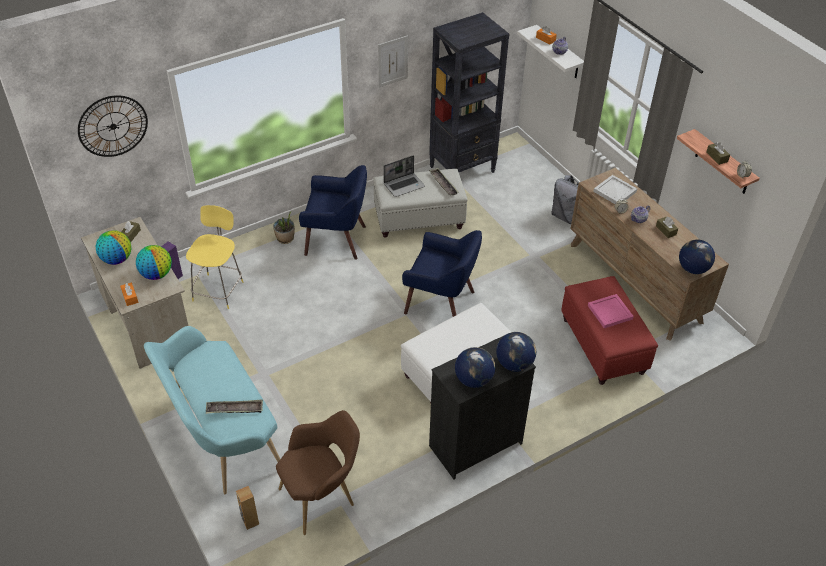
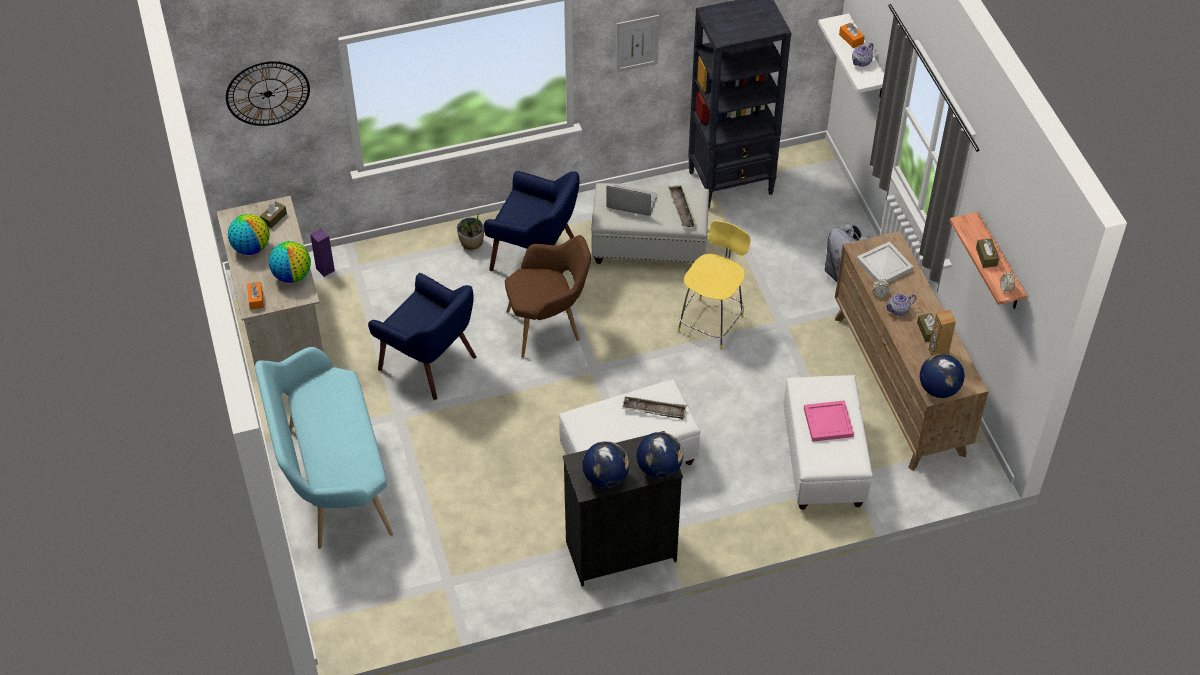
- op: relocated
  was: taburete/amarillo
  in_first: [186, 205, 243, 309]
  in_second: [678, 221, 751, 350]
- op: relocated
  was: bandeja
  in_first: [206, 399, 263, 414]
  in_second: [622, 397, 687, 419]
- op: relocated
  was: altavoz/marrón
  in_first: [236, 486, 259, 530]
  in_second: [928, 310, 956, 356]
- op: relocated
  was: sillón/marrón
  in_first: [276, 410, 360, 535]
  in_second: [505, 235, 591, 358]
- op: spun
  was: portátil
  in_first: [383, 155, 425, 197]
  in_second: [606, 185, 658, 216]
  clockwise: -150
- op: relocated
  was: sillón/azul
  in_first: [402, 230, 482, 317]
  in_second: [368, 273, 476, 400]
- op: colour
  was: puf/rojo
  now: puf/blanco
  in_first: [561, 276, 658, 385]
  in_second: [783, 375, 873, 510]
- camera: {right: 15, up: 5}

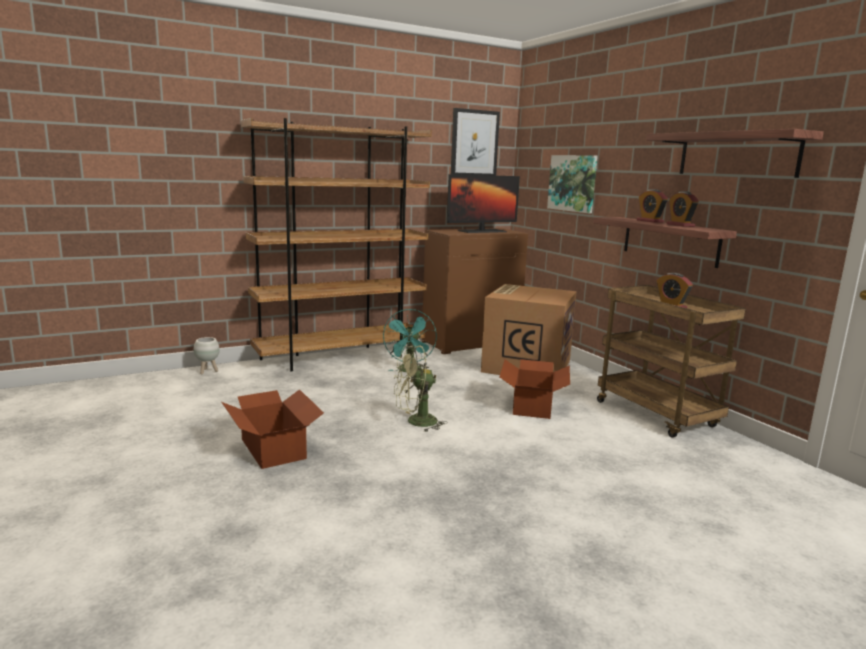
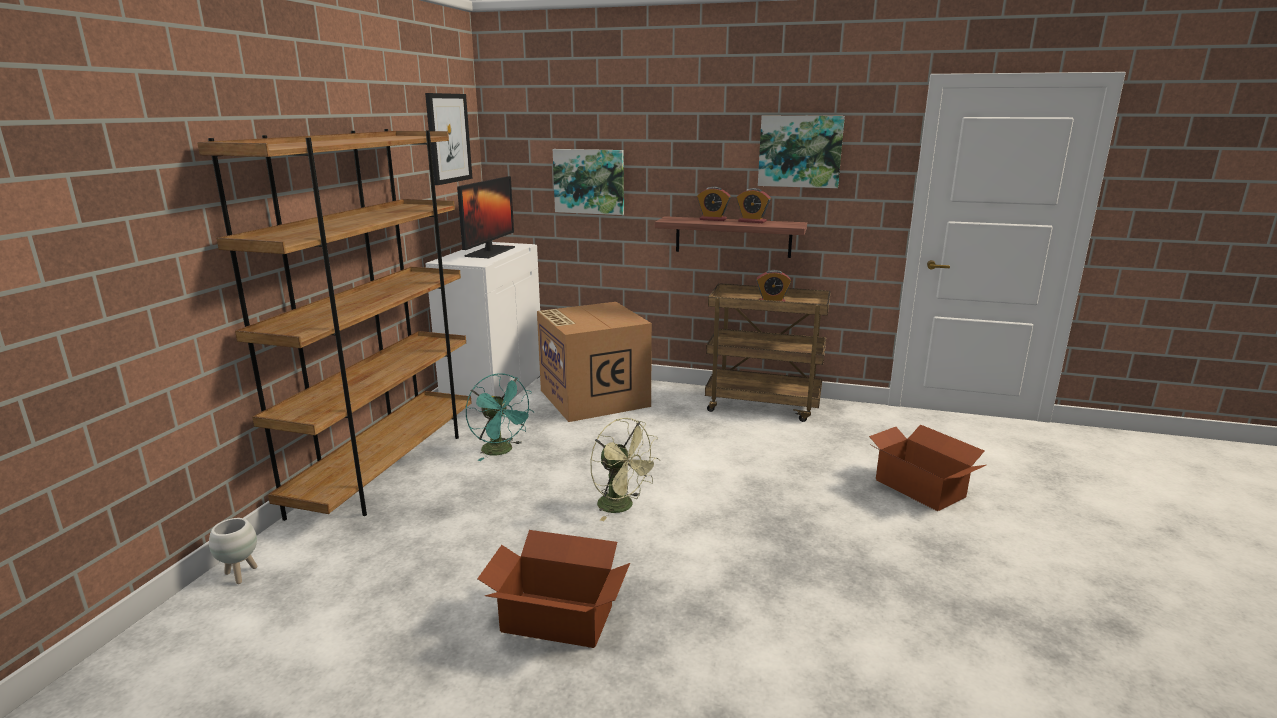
- op: spun
  was: ventilador/verde
  in_first: [394, 345, 448, 432]
  in_second: [590, 418, 660, 521]
  clockwise: -75
- op: colour
  was: armario/marrón
  now: armario/blanco
  in_first: [422, 228, 528, 354]
  in_second: [425, 242, 540, 411]
- op: relocated
  was: caja de cartón
  in_first: [499, 359, 570, 419]
  in_second: [869, 424, 986, 511]
- op: exchanged
  was: estante
  now: cuadro
  in_first: [646, 129, 824, 178]
  in_second: [758, 116, 845, 188]
- camera: {right: -45, up: 5}

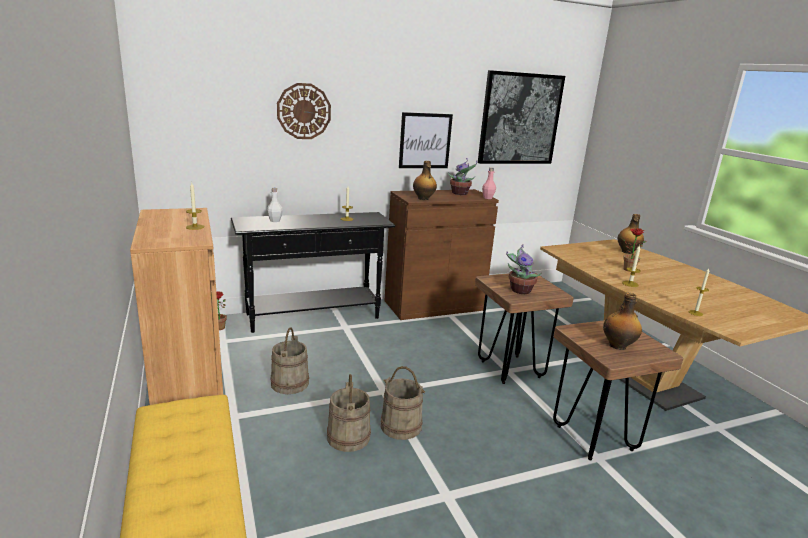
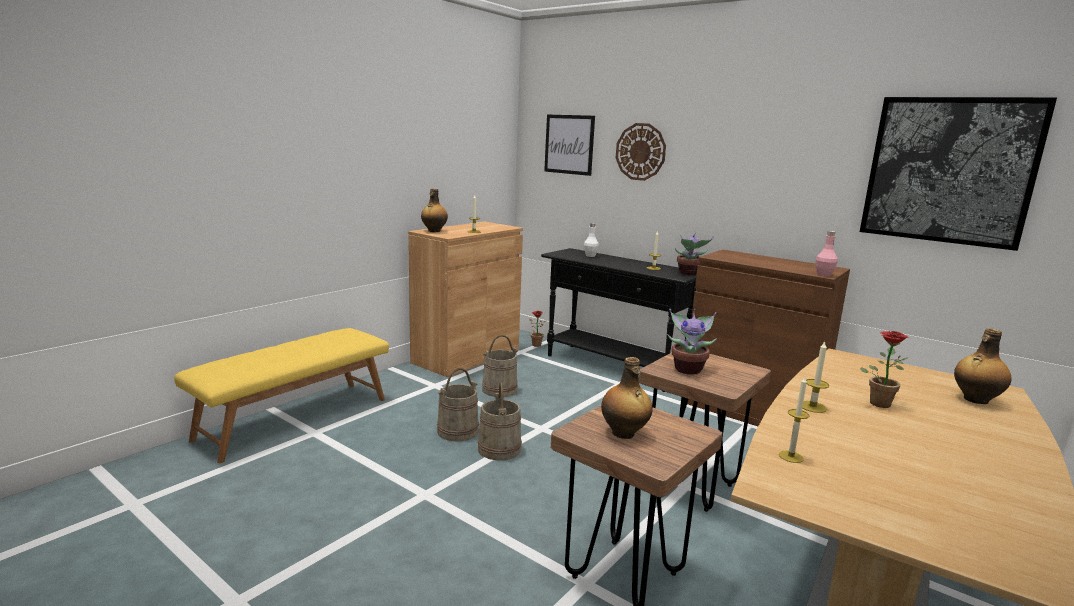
- op: relocated
  was: cuadro
  in_first: [399, 112, 453, 168]
  in_second: [544, 115, 595, 176]
- op: relocated
  was: botella
  in_first: [413, 161, 437, 200]
  in_second: [421, 189, 448, 232]
- op: relocated
  was: planta en maceta
  in_first: [448, 158, 477, 195]
  in_second: [675, 231, 713, 275]
- camera: {right: 60, up: -5}

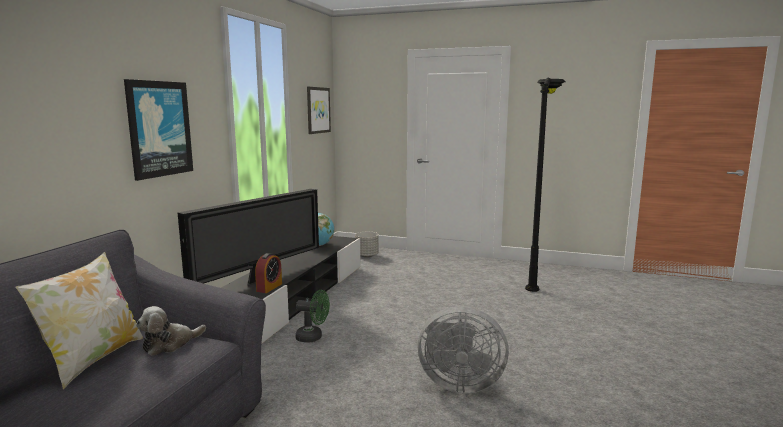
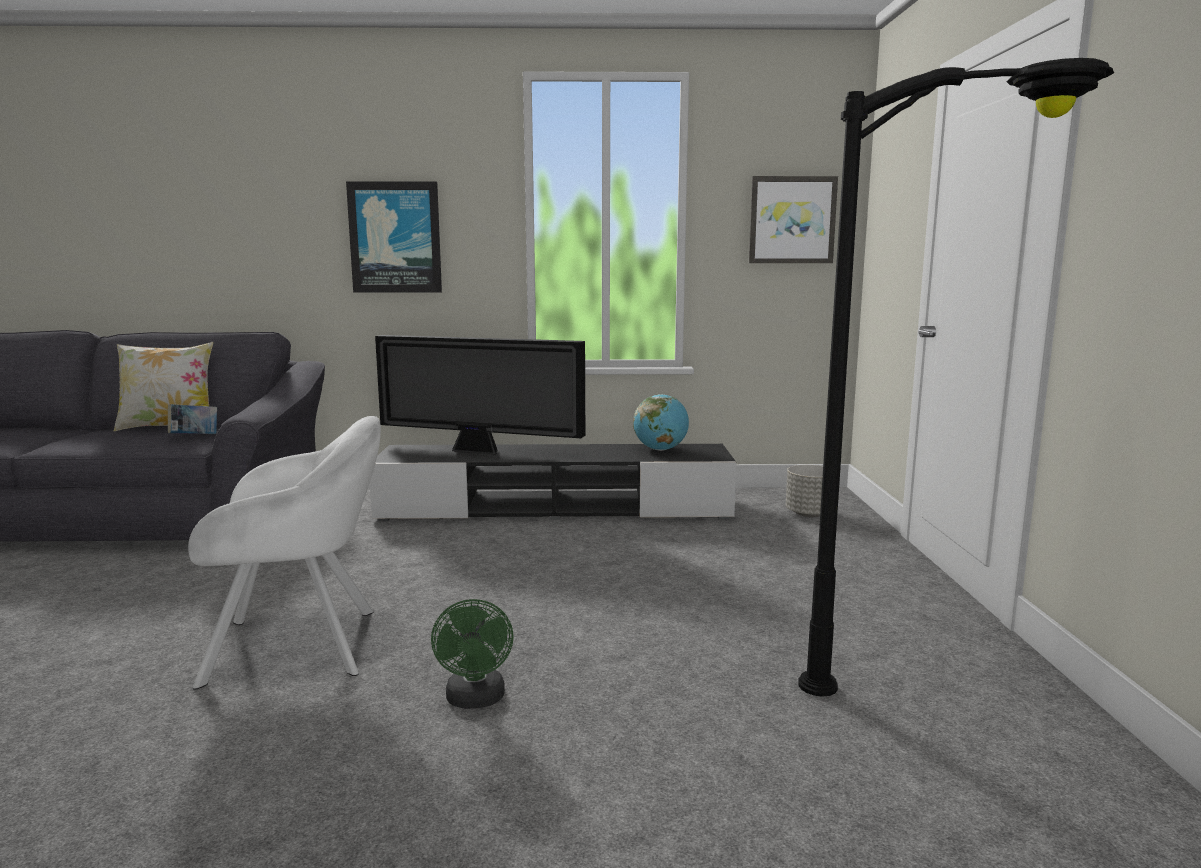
- op: exchanged
  was: peluche
  now: libro
  in_first: [136, 306, 206, 356]
  in_second: [168, 404, 217, 434]
- op: missing
  was: despertador
  in_first: [255, 253, 282, 293]
- op: relocated
  was: ventilador/verde
  in_first: [295, 290, 330, 342]
  in_second: [431, 599, 514, 709]
- op: exchanged
  was: ventilador/gris
  now: sillón/blanco
  in_first: [418, 306, 509, 393]
  in_second: [188, 416, 381, 690]
- camera: {right: 70, up: 0}

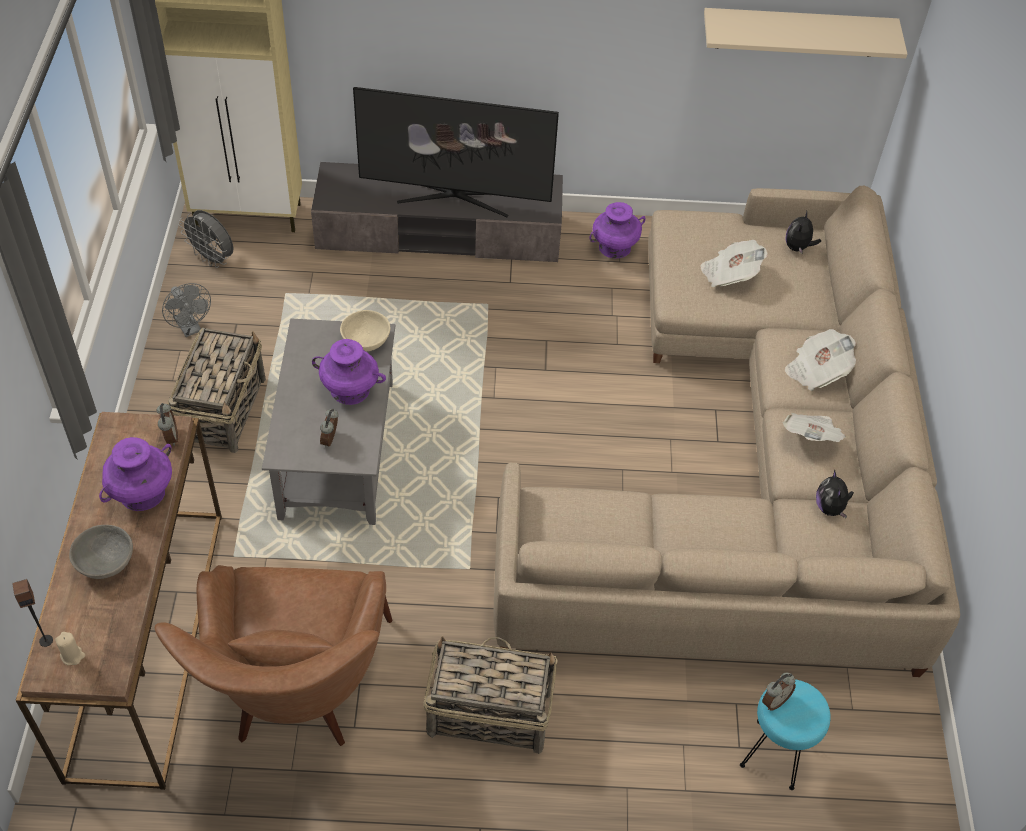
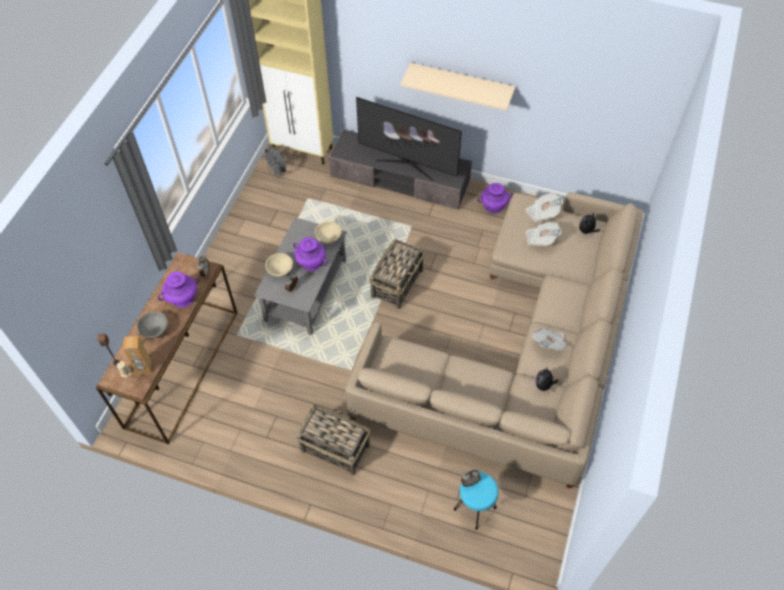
- op: missing
  was: sillón/marrón
  in_first: [154, 565, 392, 746]
- op: missing
  was: ventilador/gris
  in_first: [162, 283, 211, 337]
- op: relocated
  was: cesta
  in_first: [167, 328, 266, 453]
  in_second: [369, 239, 424, 309]
- op: relocated
  was: estante/beis
  in_first: [704, 8, 907, 59]
  in_second: [400, 63, 515, 111]
- op: relocated
  was: periódico
  in_first: [785, 329, 856, 391]
  in_second: [525, 193, 563, 223]
- op: appeared
  now: altavoz/marrón
  in_second: [123, 336, 152, 374]
- op: appeared
  now: cuenco/beis
  in_second: [265, 253, 293, 277]
- camera: {right: 20, up: 5}

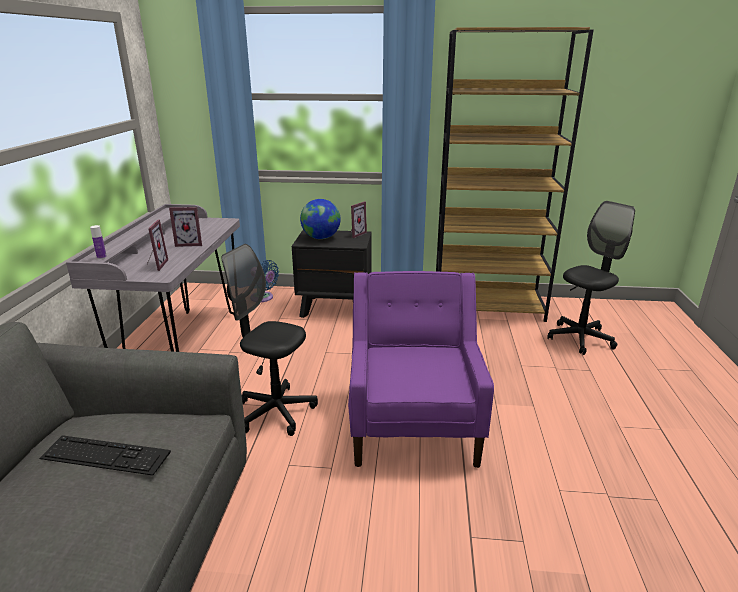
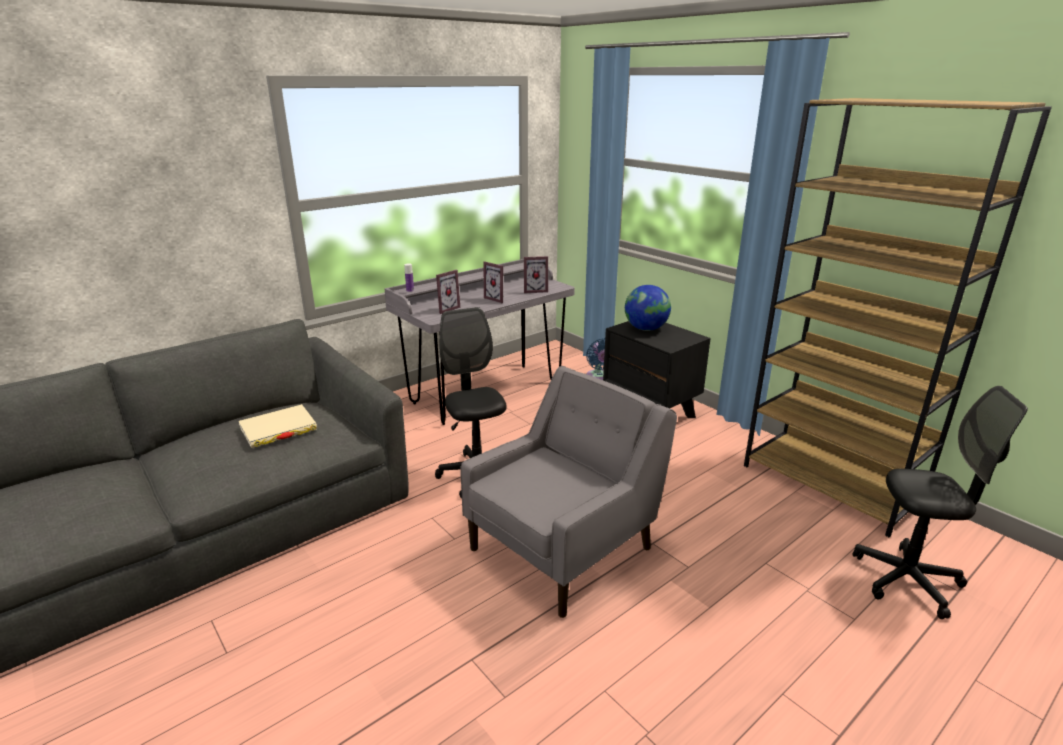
- op: exchanged
  was: teclado
  now: libro/beis
  in_first: [39, 435, 171, 475]
  in_second: [239, 404, 317, 448]
- op: colour
  was: sillón/morado
  now: sillón/gris
  in_first: [348, 271, 494, 468]
  in_second: [460, 366, 677, 618]
- op: relocated
  was: portarretratos
  in_first: [350, 201, 367, 238]
  in_second: [524, 256, 548, 293]
- camera: {right: 45, up: 0}

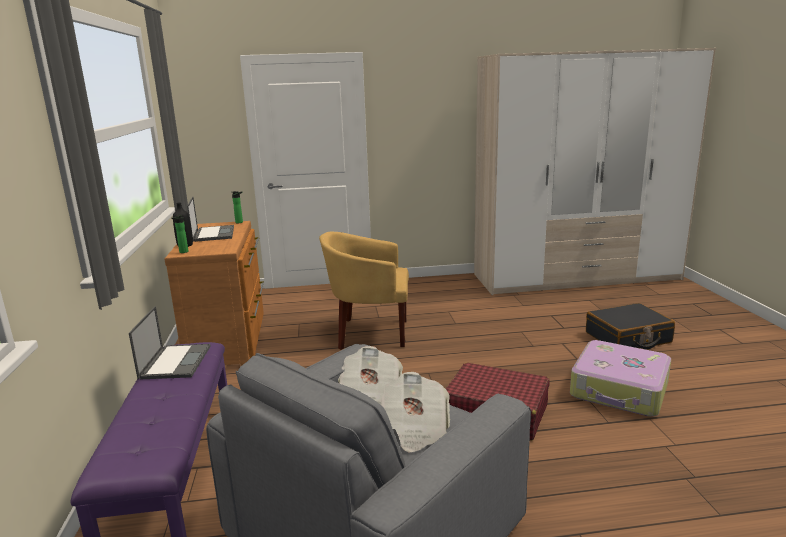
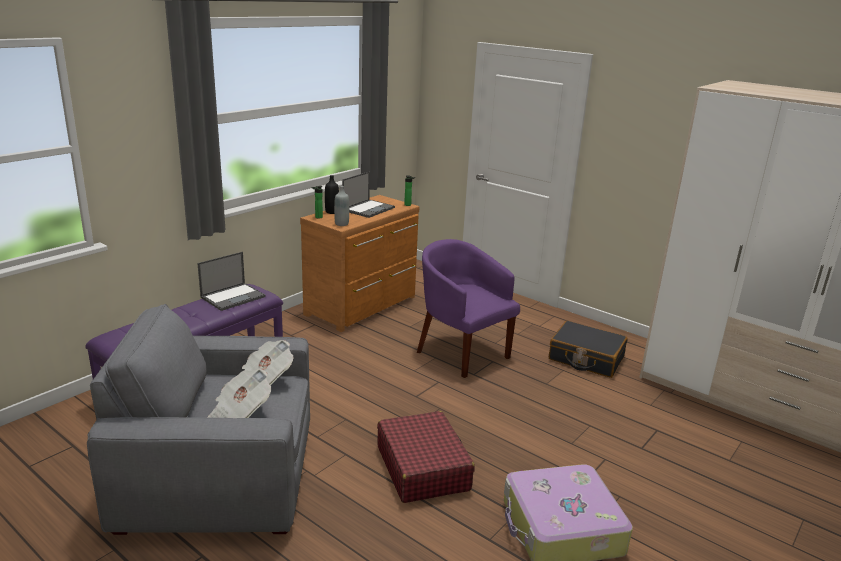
- op: colour
  was: sillón/amarillo
  now: sillón/morado
  in_first: [319, 232, 409, 350]
  in_second: [417, 239, 520, 378]
- op: relocated
  was: maleta/negro
  in_first: [586, 303, 675, 349]
  in_second: [549, 321, 628, 378]
- op: appeared
  now: botella/gris
  in_second: [334, 186, 349, 226]
- camera: {right: 45, up: 5}

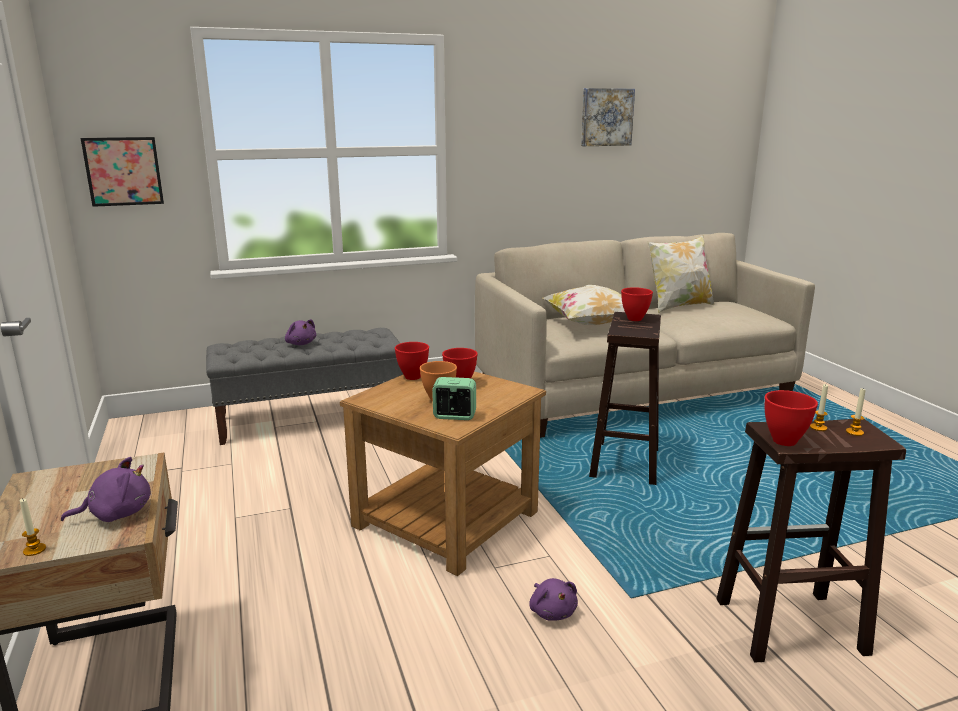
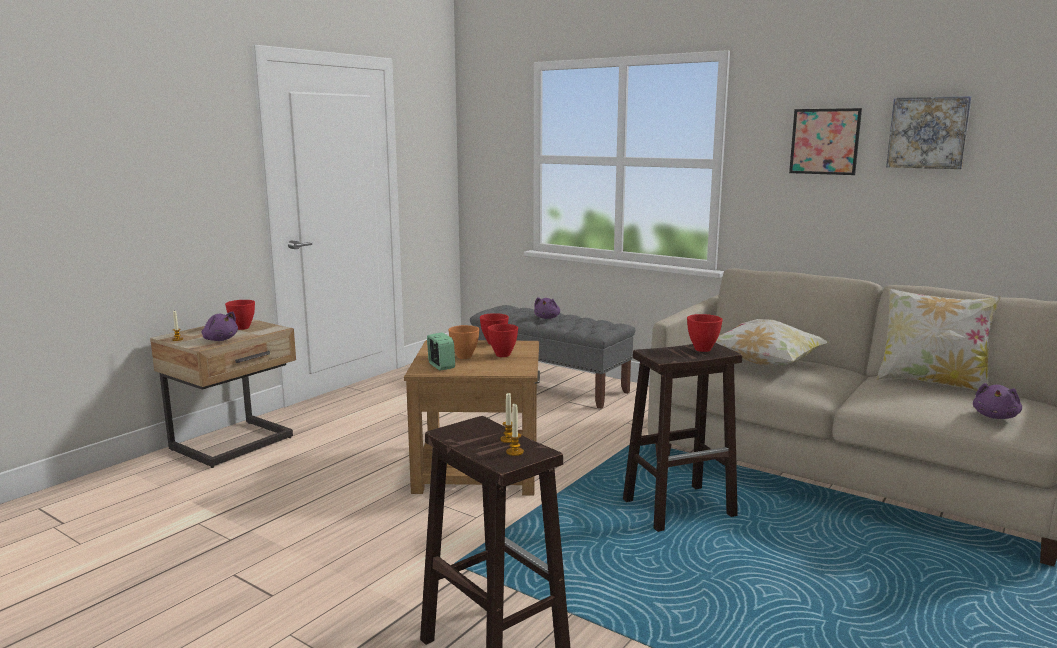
- op: relocated
  was: cuadro
  in_first: [81, 137, 164, 207]
  in_second: [789, 108, 862, 175]
- op: relocated
  was: peluche/morado
  in_first: [529, 578, 578, 621]
  in_second: [973, 383, 1022, 419]
- op: relocated
  was: cuenco/rojo
  in_first: [765, 390, 818, 446]
  in_second: [225, 300, 255, 330]
- camera: {right: 55, up: -5}

